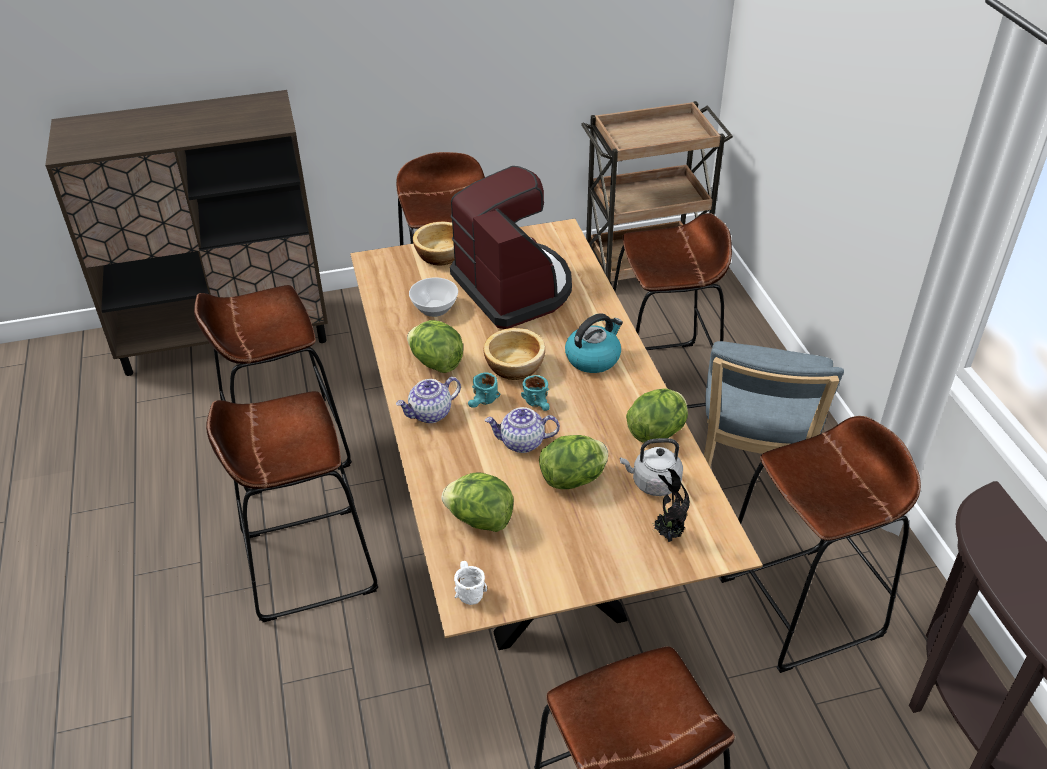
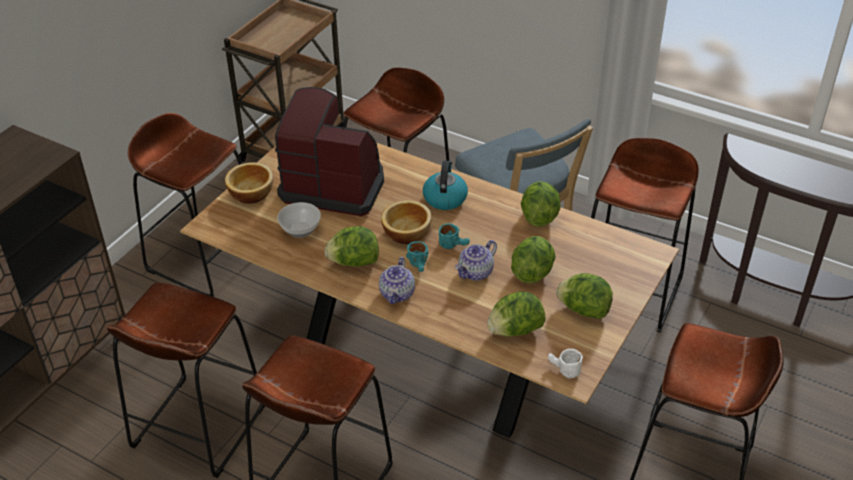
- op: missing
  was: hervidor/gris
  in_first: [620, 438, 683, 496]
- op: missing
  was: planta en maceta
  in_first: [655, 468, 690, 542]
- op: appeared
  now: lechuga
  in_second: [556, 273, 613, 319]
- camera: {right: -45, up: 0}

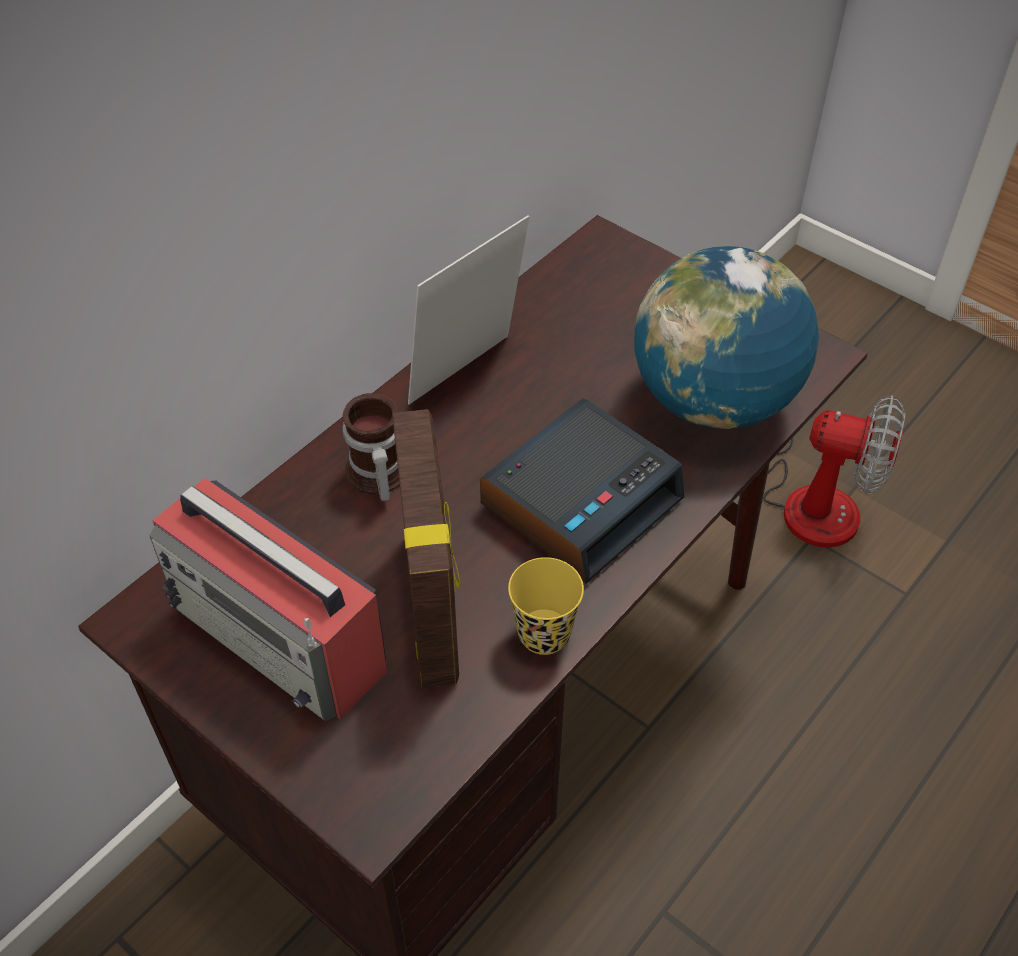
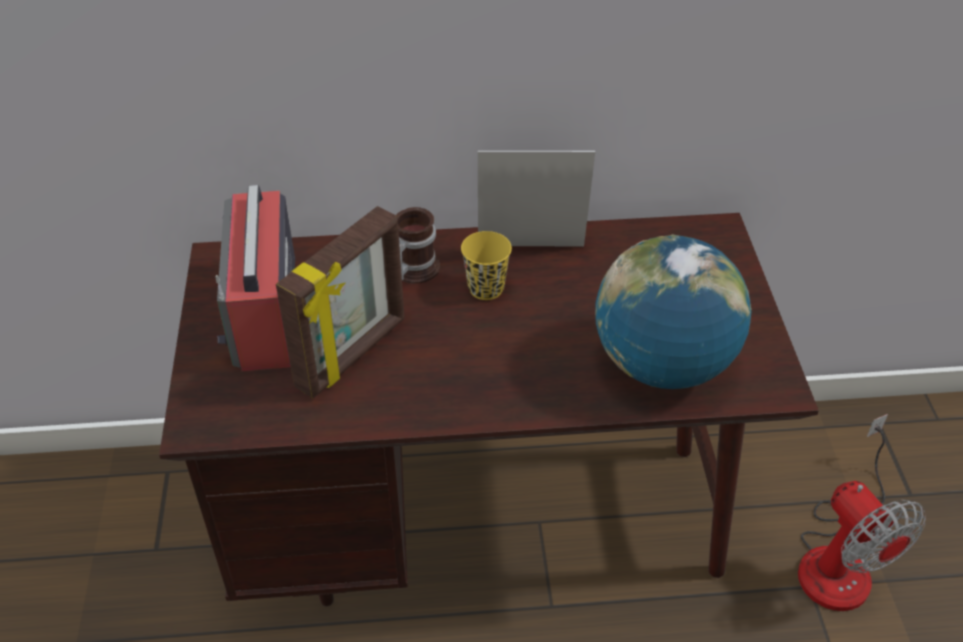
- op: missing
  was: despertador
  in_first: [480, 398, 684, 584]
- op: relocated
  was: taza/amarillo
  in_first: [508, 557, 584, 655]
  in_second: [461, 231, 512, 300]
- camera: {right: 45, up: -5}

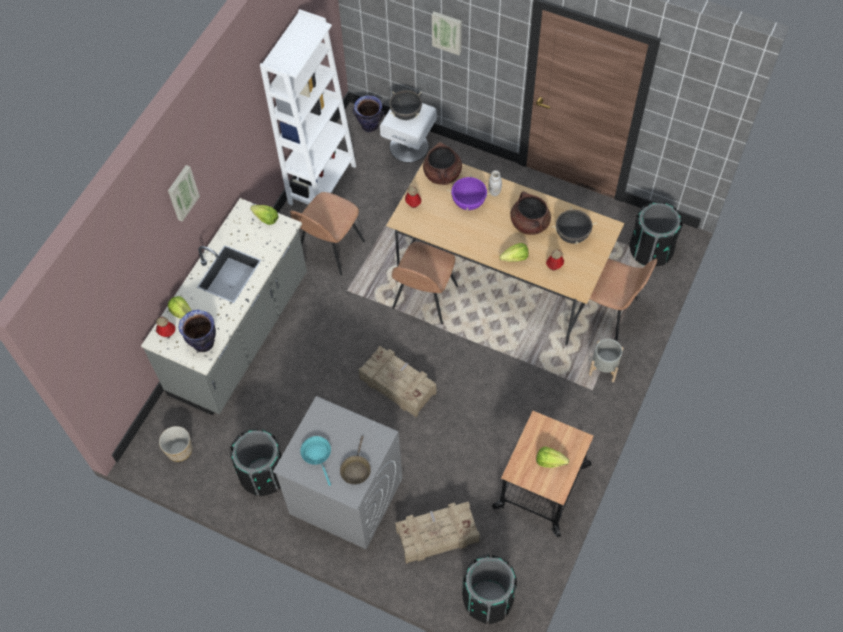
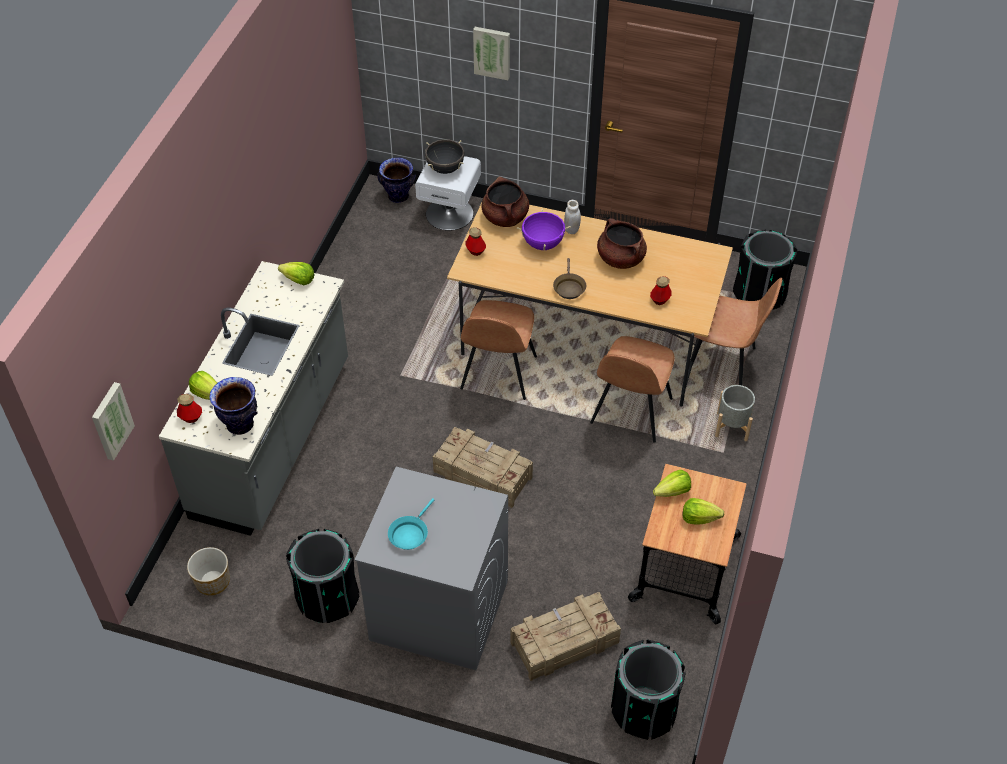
- op: relocated
  was: cuadro
  in_first: [168, 165, 200, 222]
  in_second: [92, 382, 135, 461]
- op: missing
  was: estantería/blanco
  in_first: [260, 9, 356, 205]
- op: relocated
  was: silla/marrón
  in_first: [290, 192, 365, 275]
  in_second: [590, 336, 675, 443]
- op: spun
  was: sartén/turquesa
  in_first: [300, 436, 331, 486]
  in_second: [388, 498, 434, 550]
  clockwise: -120
- op: relocated
  was: sartén/marrón
  in_first: [340, 436, 371, 484]
  in_second: [553, 258, 586, 299]
- op: relocated
  was: lechuga
  in_first: [499, 243, 529, 262]
  in_second: [653, 470, 691, 497]
- op: missing
  was: olla/negro
  in_first: [552, 206, 597, 245]
- camera: {right: -10, up: -10}

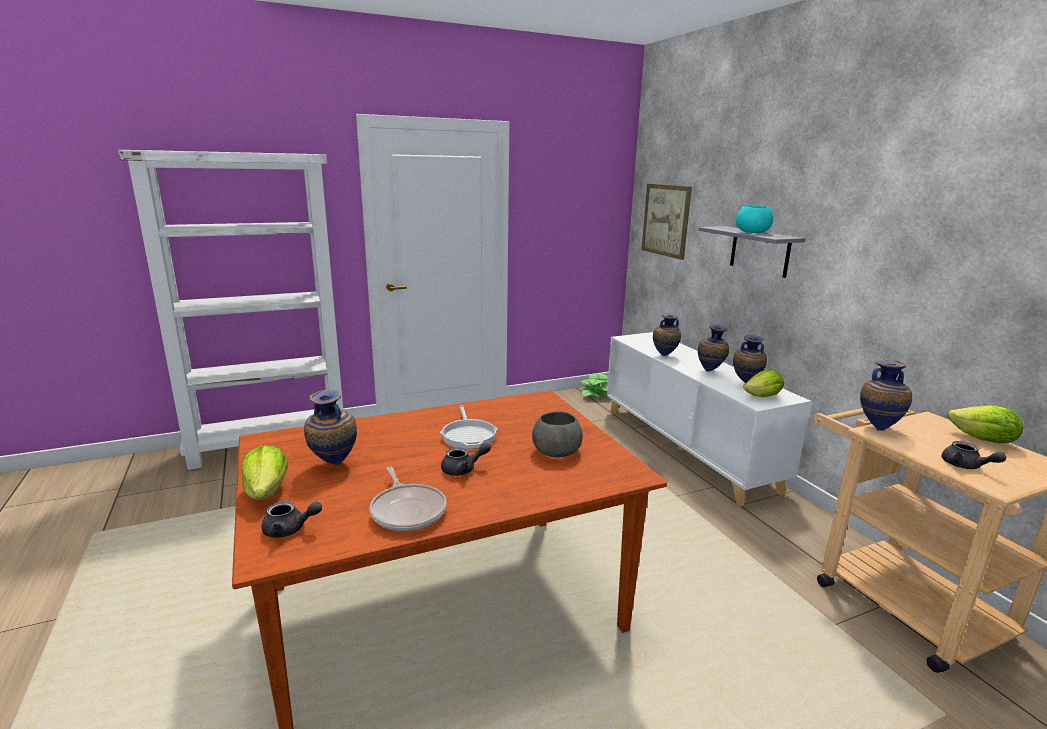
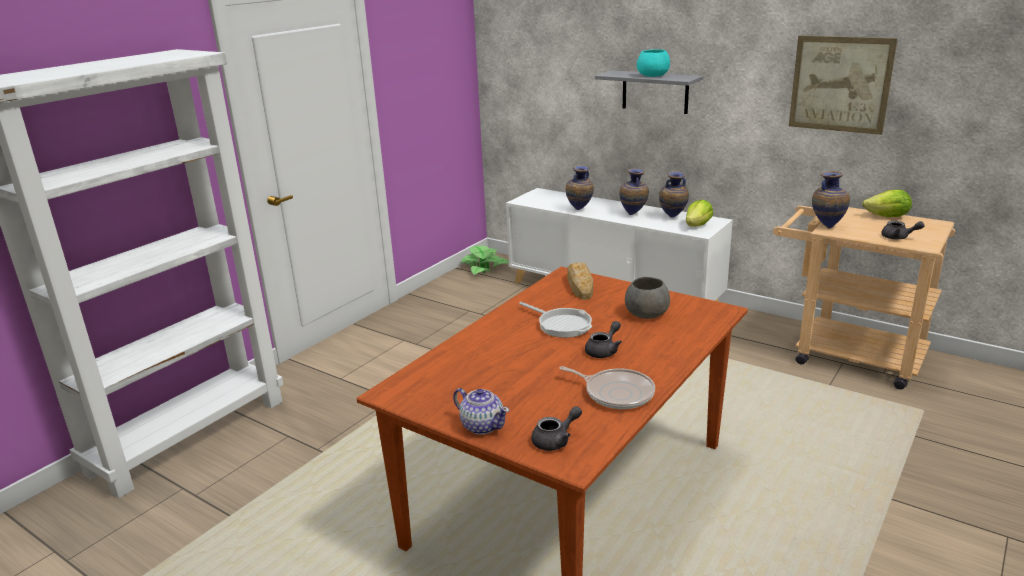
- op: exchanged
  was: lechuga
  now: tetera
  in_first: [242, 445, 288, 500]
  in_second: [453, 388, 510, 435]
- op: missing
  was: florero
  in_first: [304, 389, 357, 465]
- op: relocated
  was: cuadro
  in_first: [641, 184, 692, 260]
  in_second: [789, 35, 898, 135]
- op: appeared
  now: pan
  in_second: [567, 263, 593, 300]
- camera: {right: -30, up: 5}

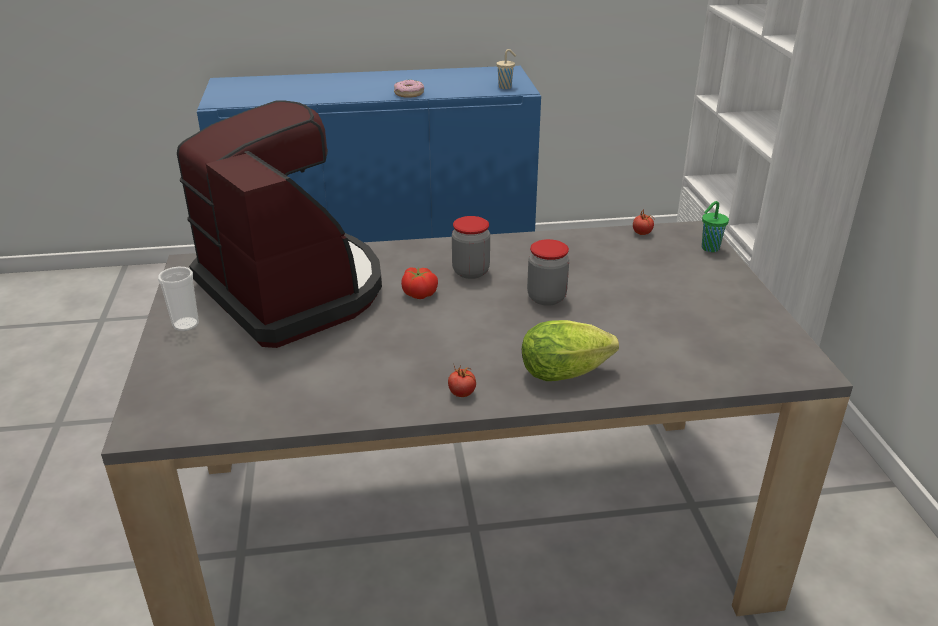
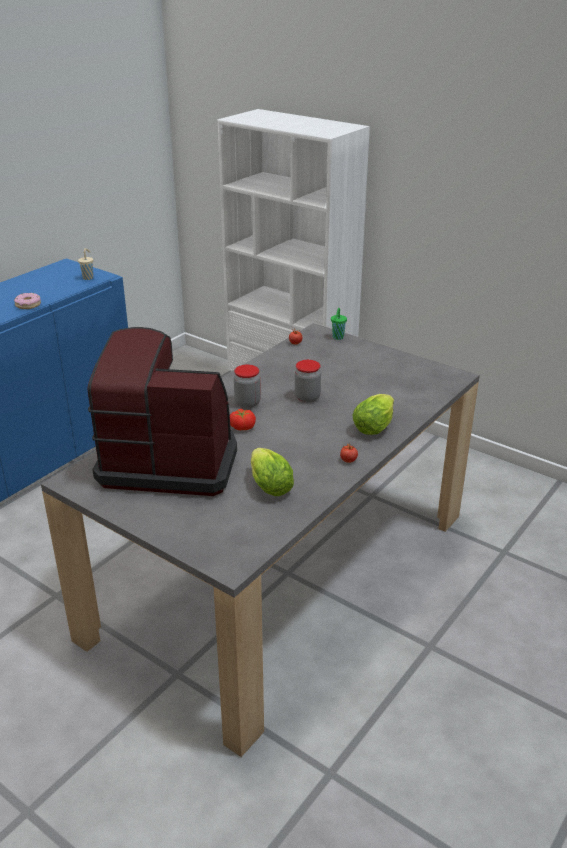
- op: missing
  was: taza
  in_first: [158, 267, 199, 331]
- op: appeared
  now: lechuga
  in_second: [251, 448, 294, 496]
- camera: {right: -45, up: 0}

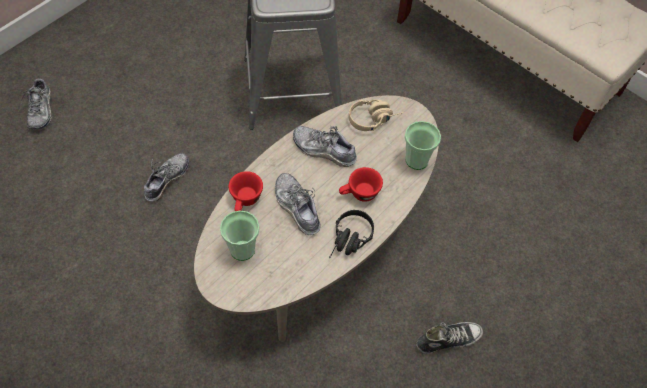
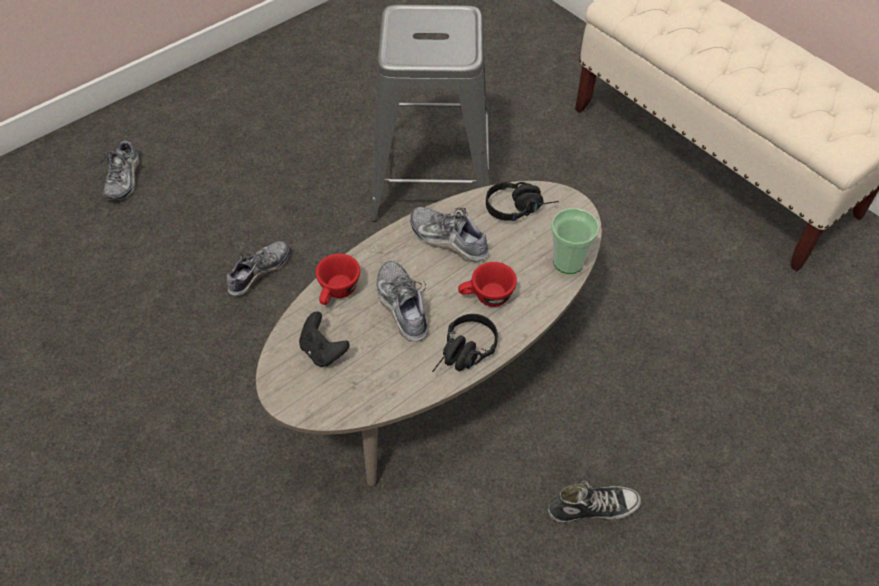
- op: exchanged
  was: taza
  now: mando de consola/negro
  in_first: [220, 211, 259, 261]
  in_second: [299, 311, 350, 367]
- op: colour
  was: auriculares/beis
  now: auriculares/negro
  in_first: [349, 99, 404, 131]
  in_second: [486, 181, 559, 221]
- camera: {right: 10, up: -5}

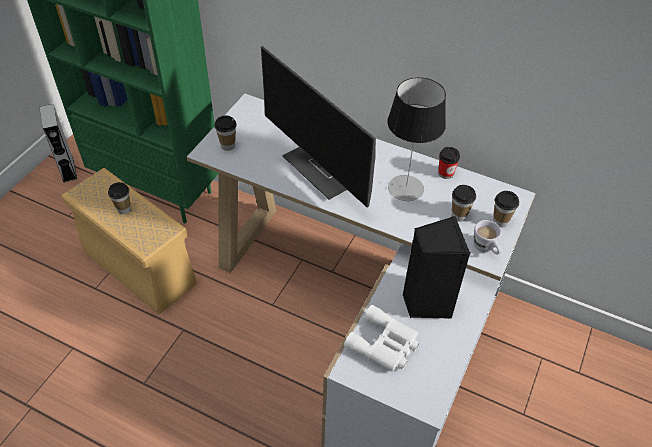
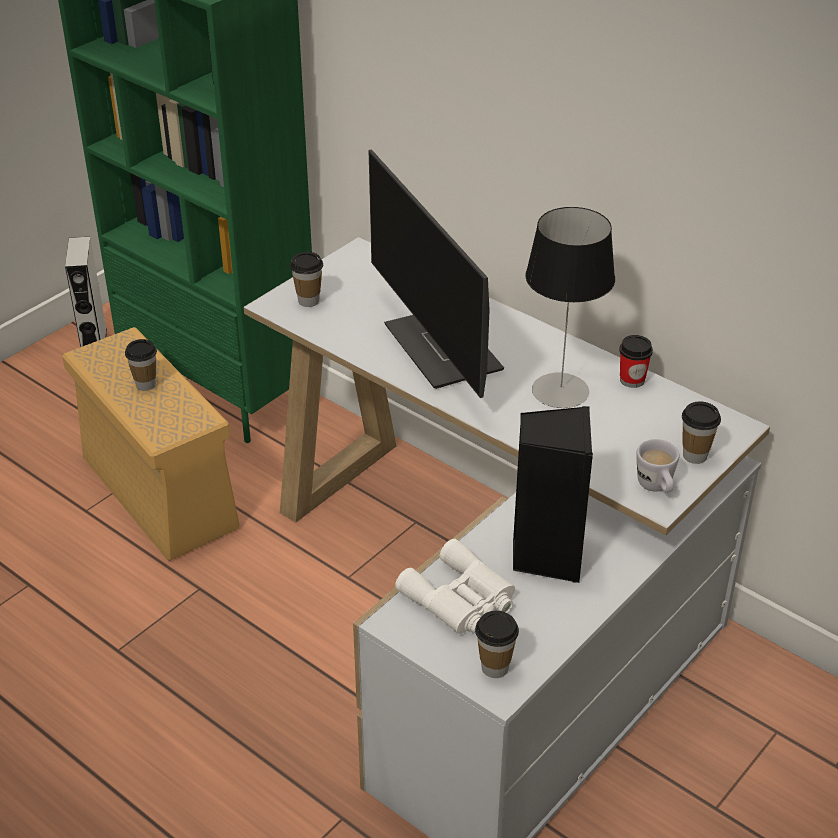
- op: relocated
  was: taza
  in_first: [452, 185, 476, 222]
  in_second: [475, 611, 519, 678]
- camera: {right: 15, up: -10}

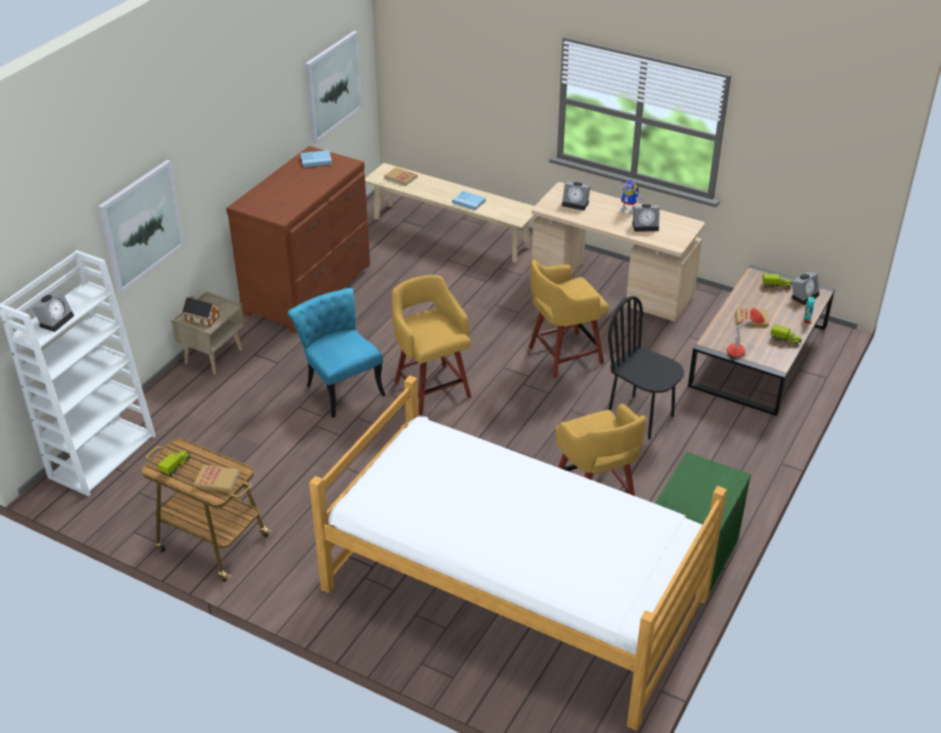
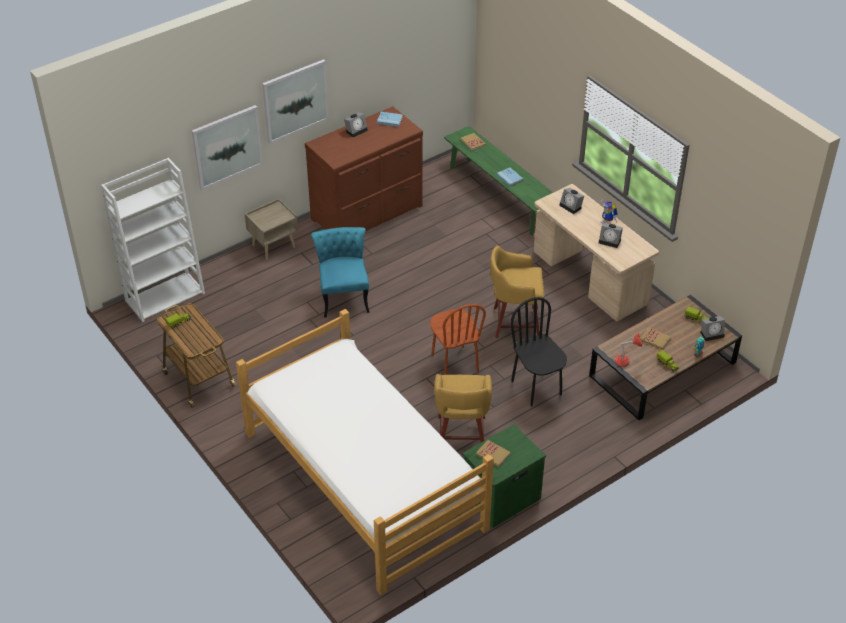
- op: relocated
  was: despertador
  in_first: [32, 291, 74, 332]
  in_second: [344, 112, 368, 137]
- op: missing
  was: casita
  in_first: [182, 294, 220, 327]
- op: relocated
  was: libro
  in_first: [194, 465, 240, 492]
  in_second: [476, 440, 511, 467]
- op: relocated
  was: cuadro
  in_first: [305, 31, 362, 143]
  in_second: [262, 59, 329, 144]
- op: colour
  was: banco/beis
  now: banco/verde
  in_first: [365, 163, 534, 262]
  in_second: [444, 126, 553, 235]
- op: missing
  was: taburete/amarillo
  in_first: [392, 275, 471, 415]
- op: appeared
  now: silla/marrón
  in_second: [430, 304, 486, 375]
- camera: {right: 25, up: 5}

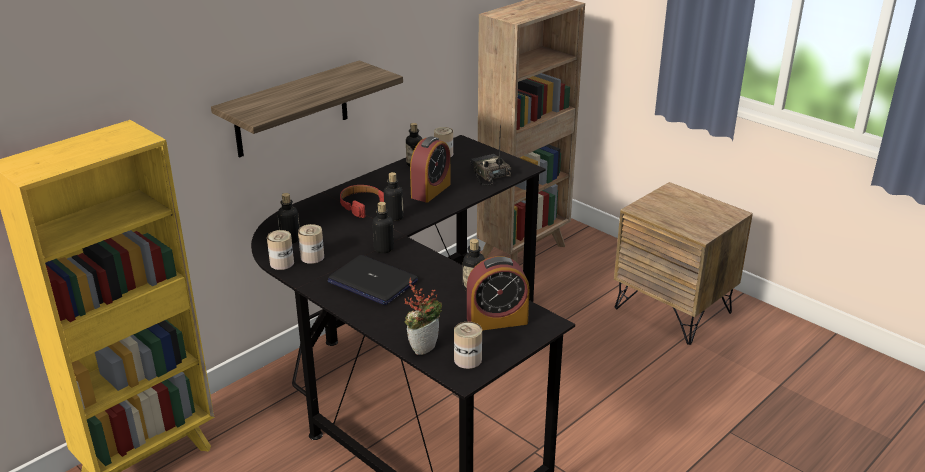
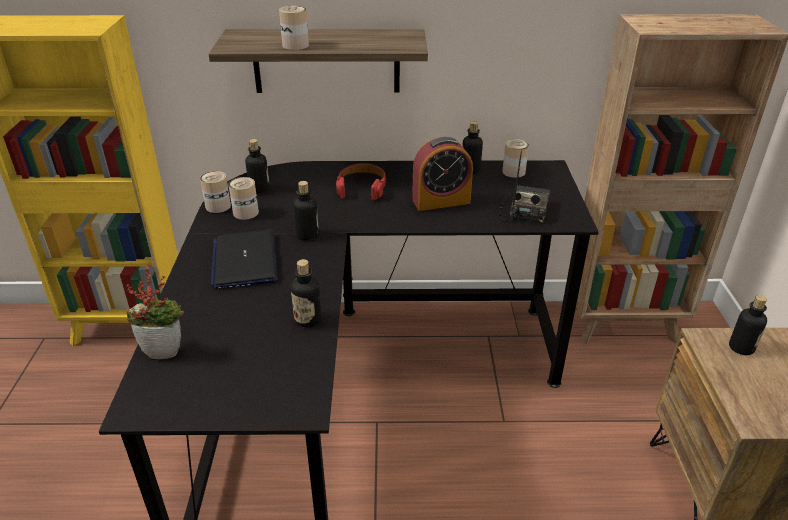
- op: relocated
  was: botella
  in_first: [384, 172, 403, 221]
  in_second: [729, 295, 767, 355]
- op: relocated
  was: lata
  in_first: [454, 322, 482, 369]
  in_second: [279, 6, 309, 50]
- op: missing
  was: despertador
  in_first: [467, 256, 529, 330]
- camera: {right: 45, up: 5}

